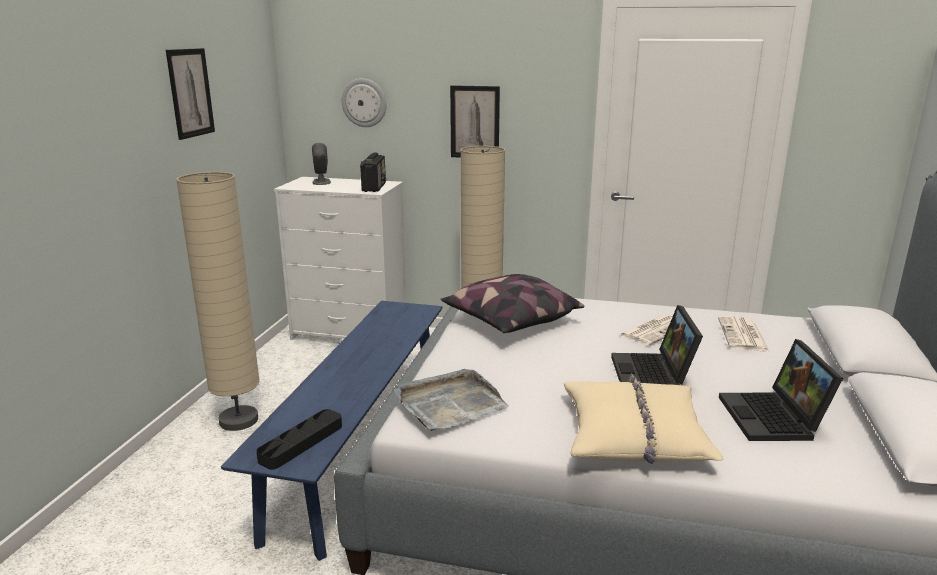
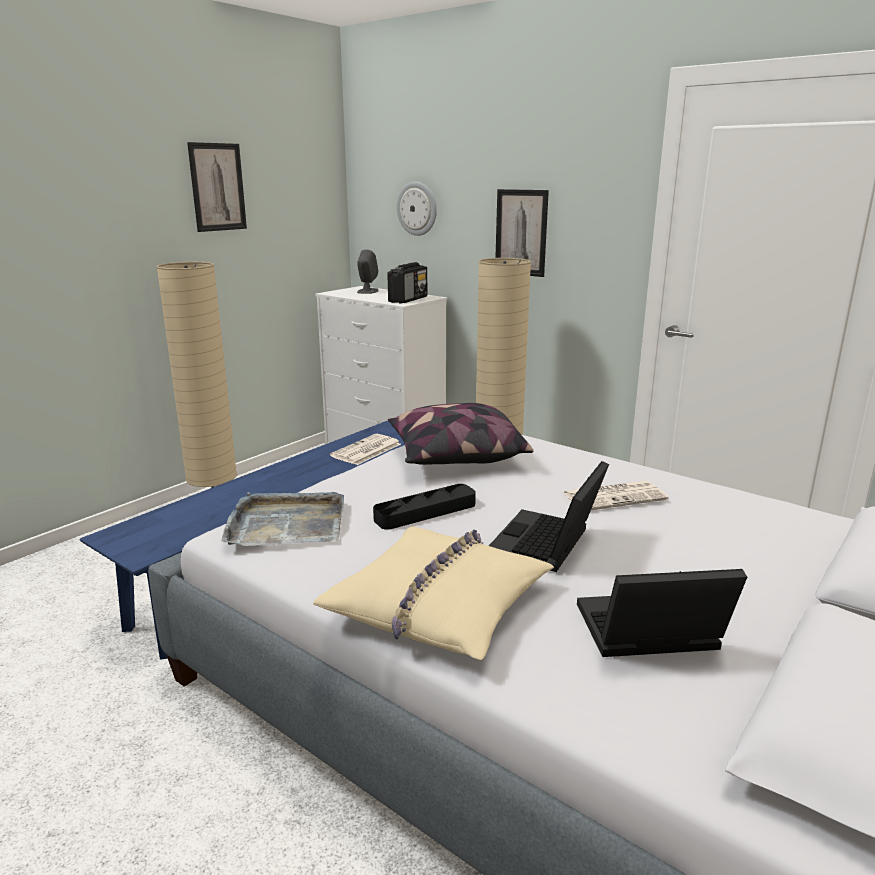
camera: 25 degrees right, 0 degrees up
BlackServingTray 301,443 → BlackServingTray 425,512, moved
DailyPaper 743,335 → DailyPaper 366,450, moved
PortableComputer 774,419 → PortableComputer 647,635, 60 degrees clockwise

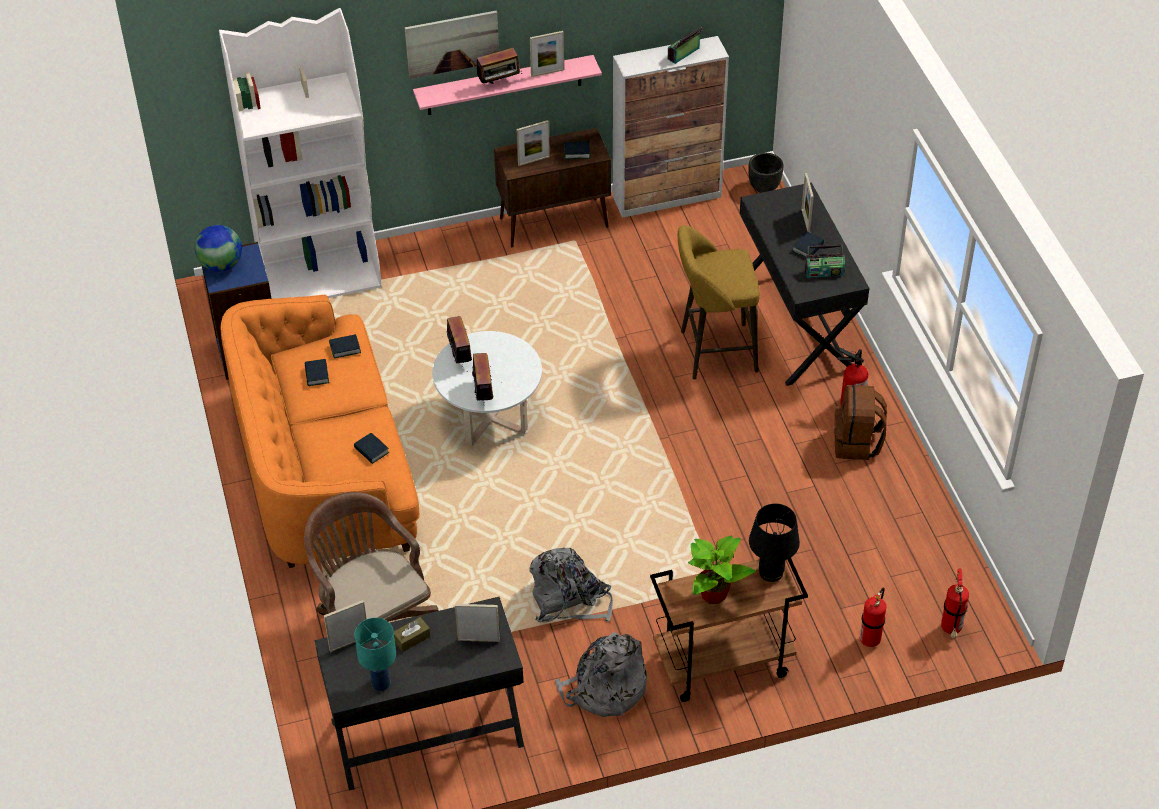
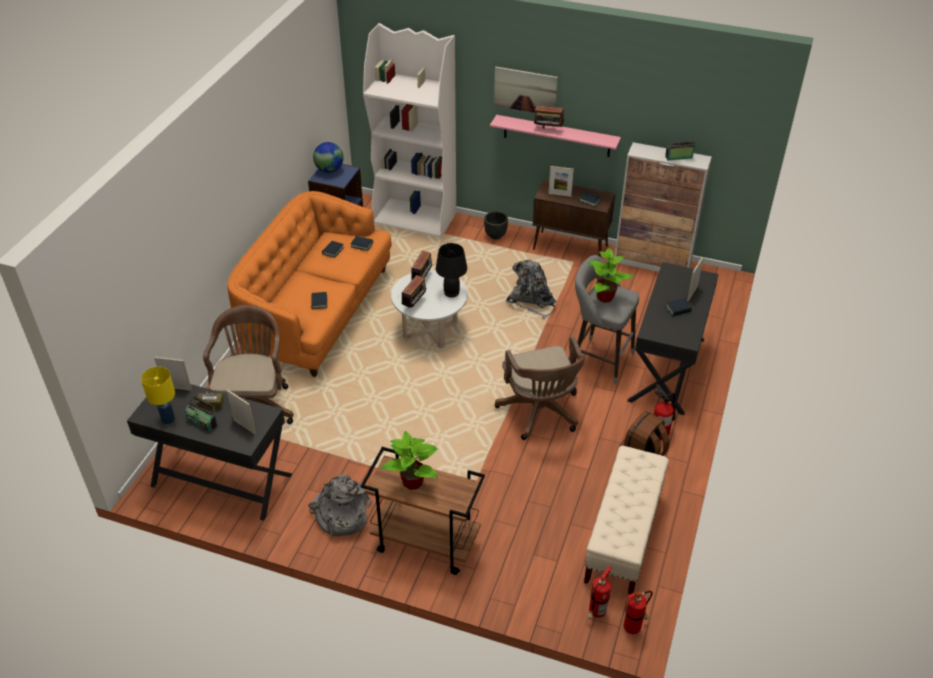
camera: 35 degrees right, 5 degrees down
StandingFrame 547,72 → -
- → BrownDeskChair 540,413
- → SandColouredLongSeat 623,538
- → PlantInAPot 605,297
GreyishKnapsack 569,600 → GreyishKnapsack 532,300, moved
BlackPlanter 763,187 → BlackPlanter 495,235, moved
BlackTableLamp 770,572 → BlackTableLamp 451,292, moved
RadioReceiver 824,272 → RadioReceiver 203,422, moved
FireExtinguisher 871,638 → FireExtinguisher 633,627, moved
BlueGreenTableLamp 380,683 → YellowColouredTableLamp 167,419
YellowColouredStoolSeat 713,352 → GreyishStoolSeat 598,359

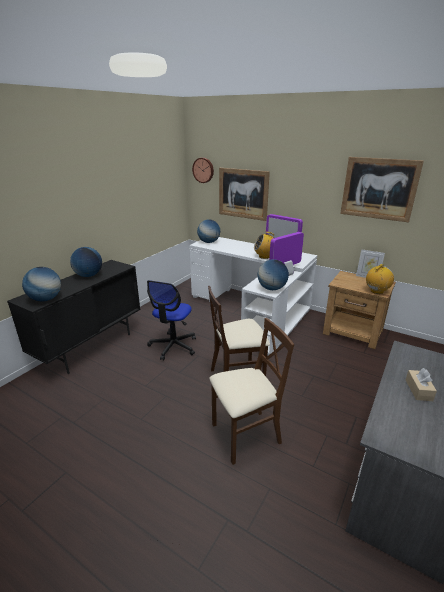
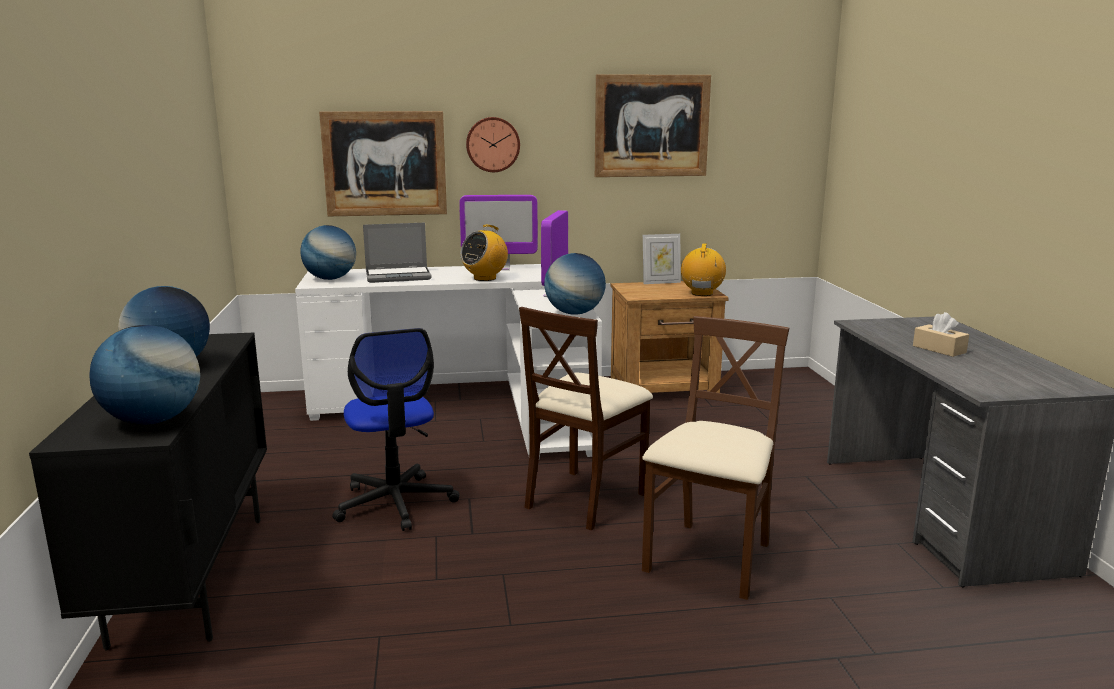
camera: 40 degrees left, 10 degrees down
- → PortableComputer 399,276
ClockOnTheWall 203,170 → ClockOnTheWall 492,144, moved

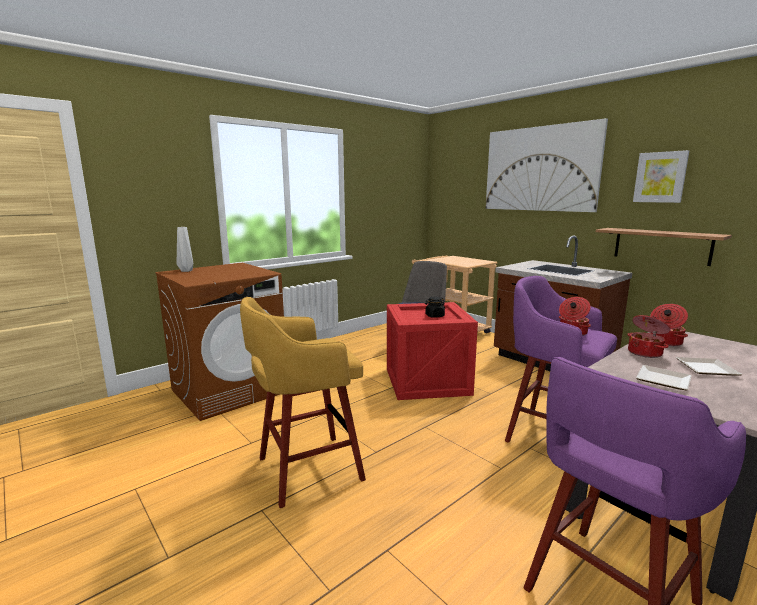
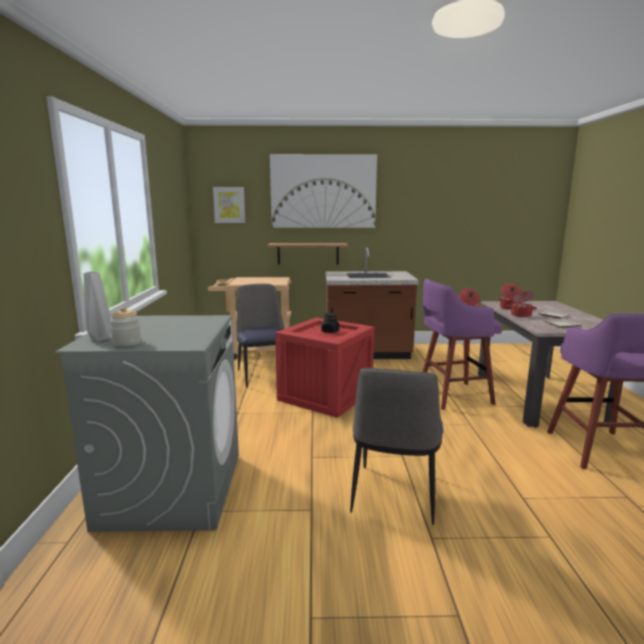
camera: 50 degrees left, 0 degrees up
- → StorageJar 127,343
BracketShelf 661,246 → BracketShelf 308,253, moved
WallPicture 660,177 → WallPicture 229,205, moved
YellowColouredStoolSeat 306,469 → Chair 393,495
BrownLaundryAppliance 230,390 → GreyishLaundryAppliance 172,489

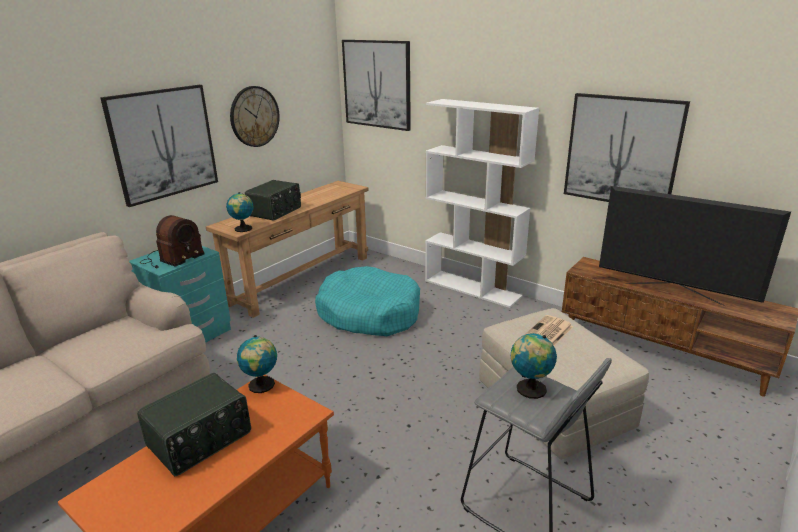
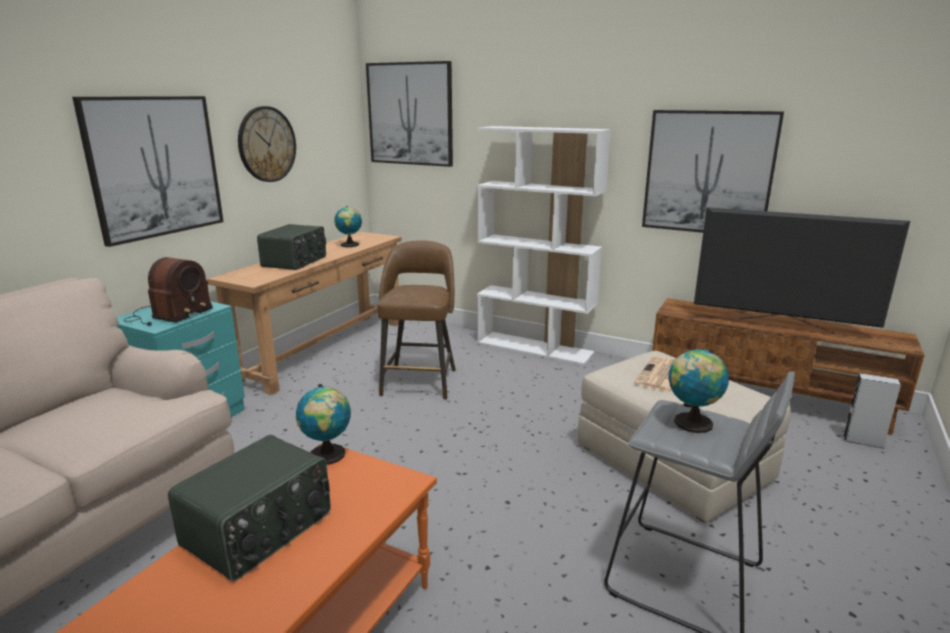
camera: 10 degrees left, 5 degrees down
- → GreyishAudioSpeaker 863,441
Globe 243,229 → Globe 350,245, moved
BlueGreenDogBed 369,313 → BrownStoolSeat 420,381

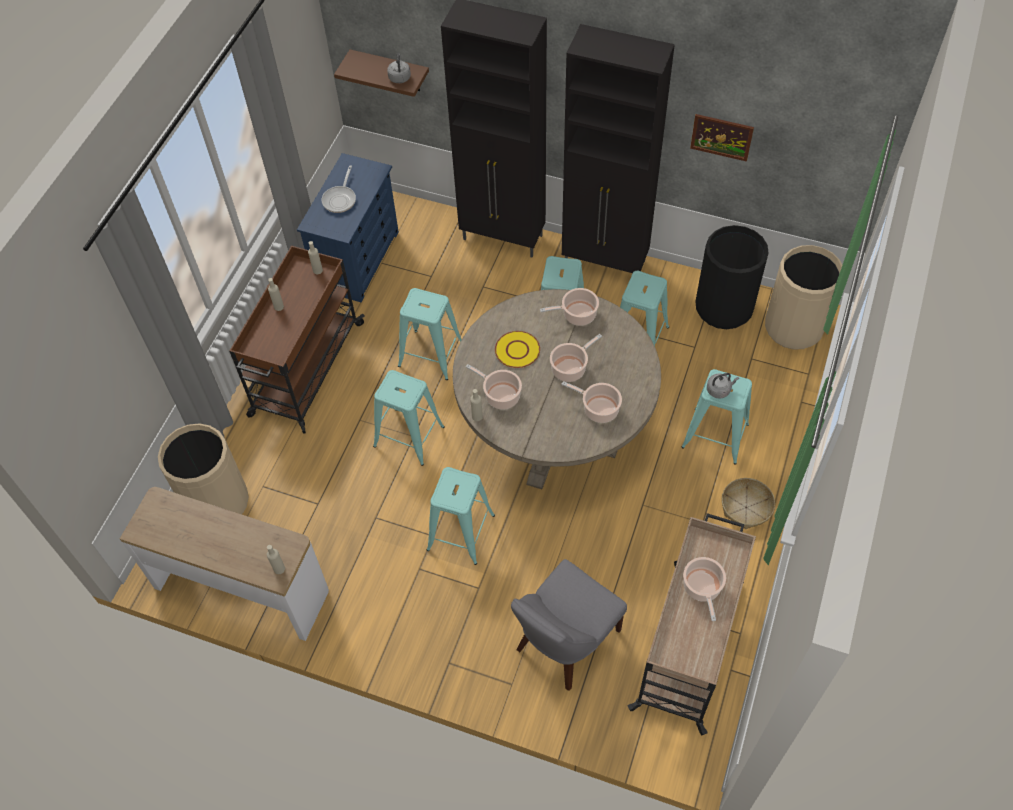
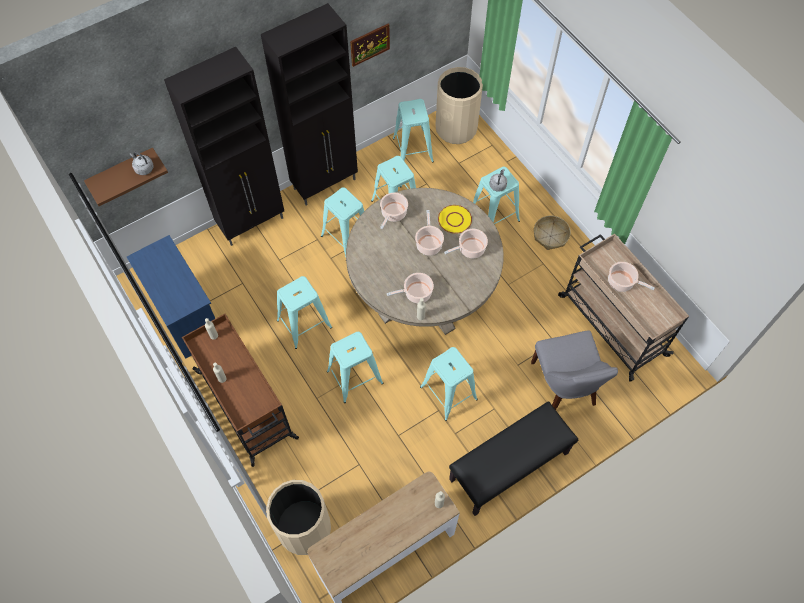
camera: 55 degrees left, 5 degrees up
Skillet 340,199 → -
- → BlackLongSeat 509,467
YellowColouredDinnerPlate 517,350 → YellowColouredDinnerPlate 454,219, moved
BlackRubbishBin 724,307 → BlueGreenStoolSeat 413,150

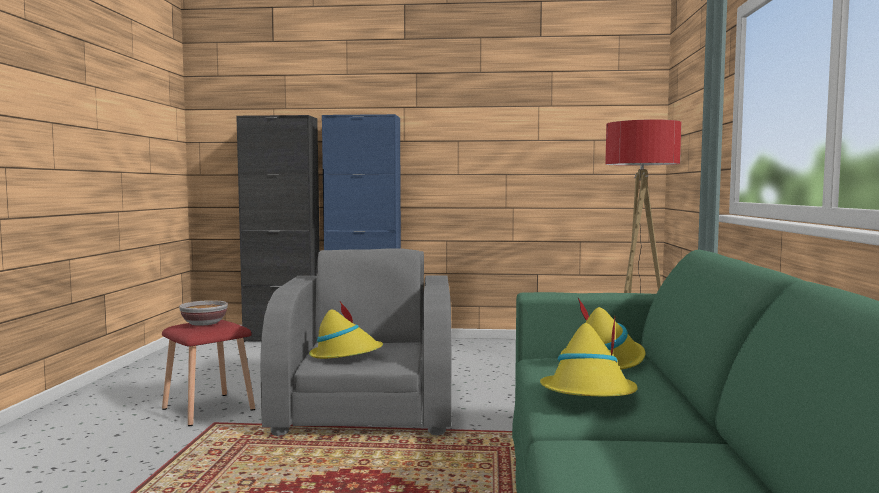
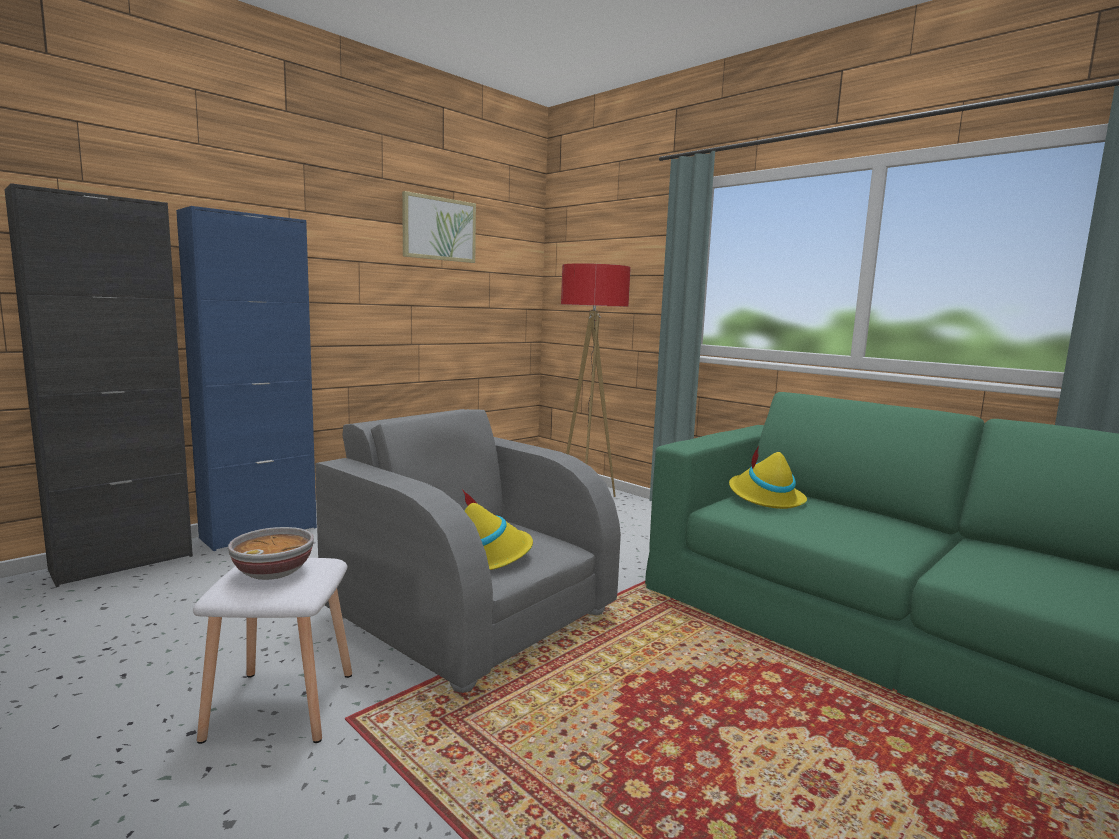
camera: 50 degrees left, 5 degrees up
YellowColouredHat 589,394 → -
- → WallPicture 439,229
ReddishStoolSeat 209,408 → WhiteColouredStoolSeat 281,704

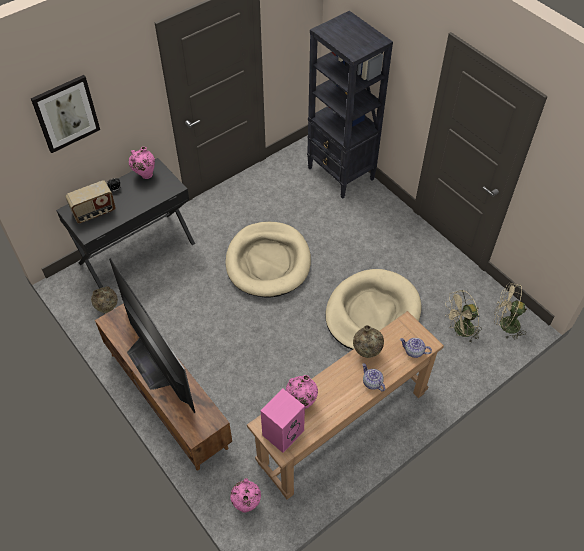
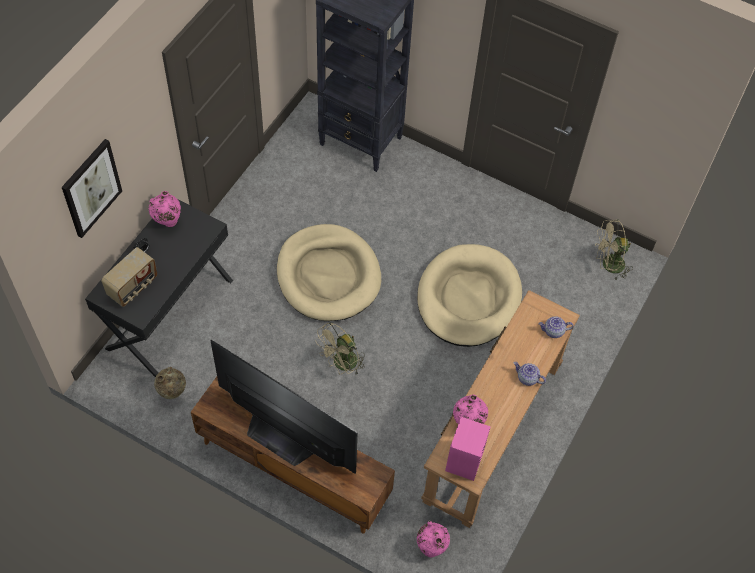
camera: 25 degrees left, 5 degrees up
SandColouredDecorativeVase 366,354 → -
SandColouredElectricFan 460,331 → SandColouredElectricFan 342,364, moved

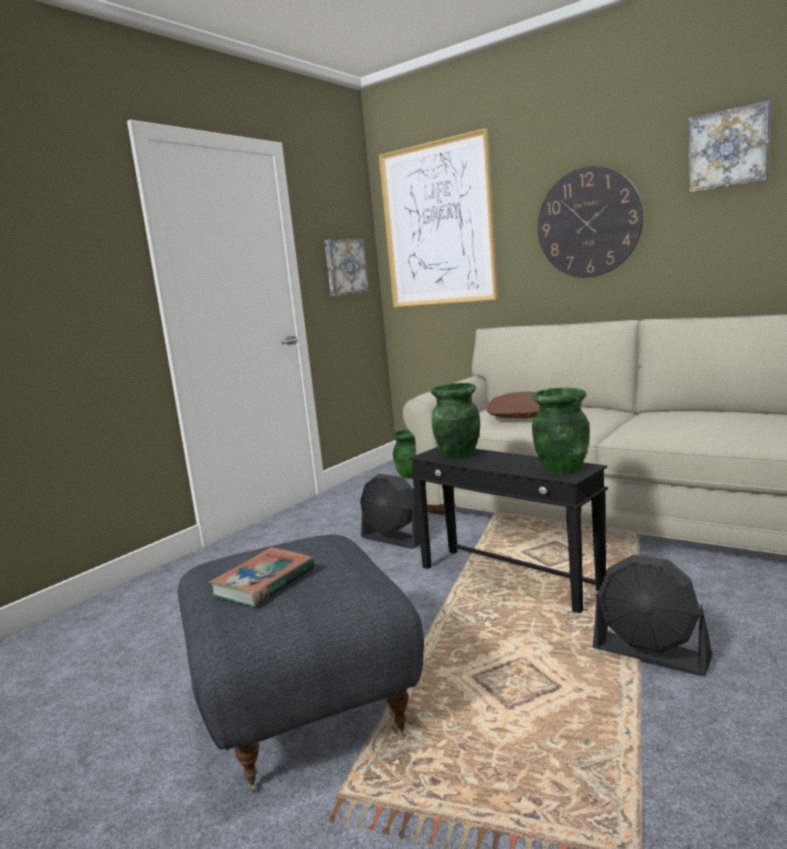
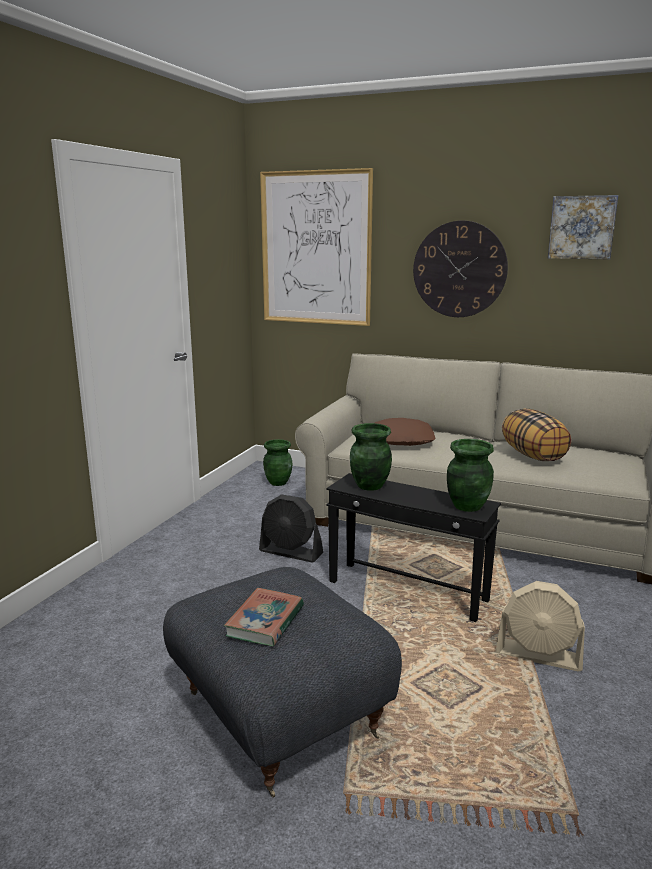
camera: 15 degrees left, 5 degrees up
WallPicture 345,267 → -
- → Cushion 533,455
BlackElectricFan 651,654 → SandColouredElectricFan 539,655

